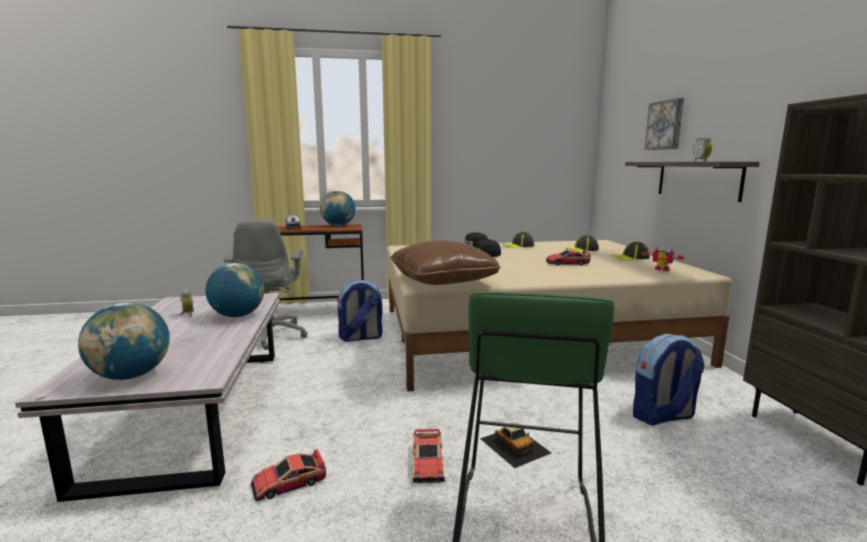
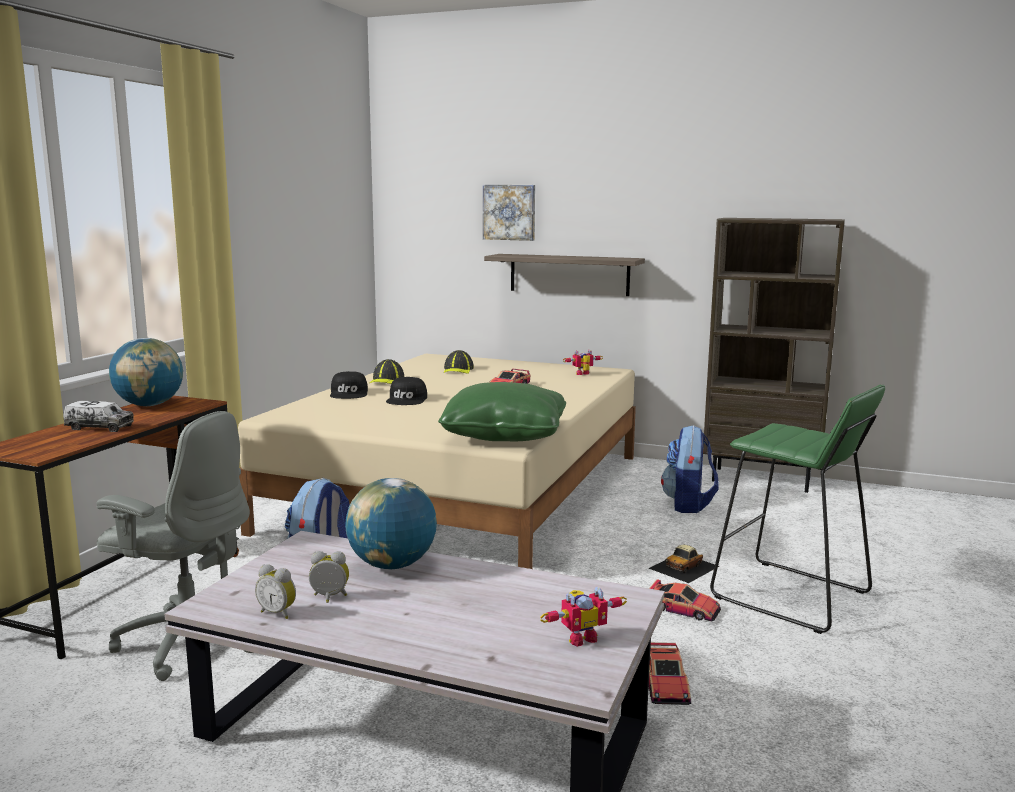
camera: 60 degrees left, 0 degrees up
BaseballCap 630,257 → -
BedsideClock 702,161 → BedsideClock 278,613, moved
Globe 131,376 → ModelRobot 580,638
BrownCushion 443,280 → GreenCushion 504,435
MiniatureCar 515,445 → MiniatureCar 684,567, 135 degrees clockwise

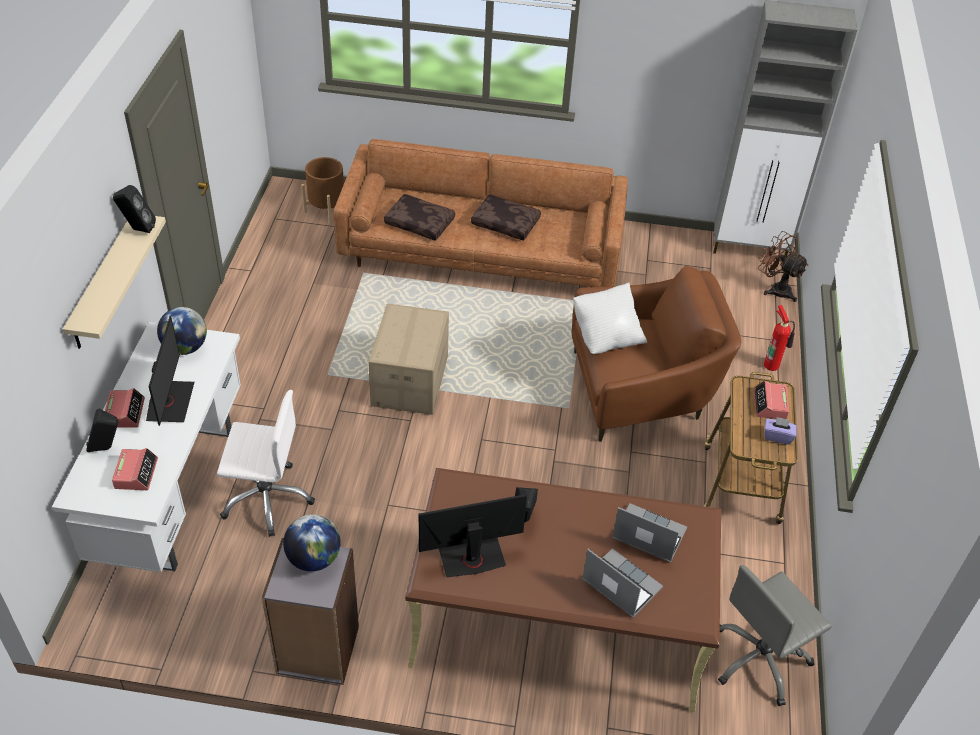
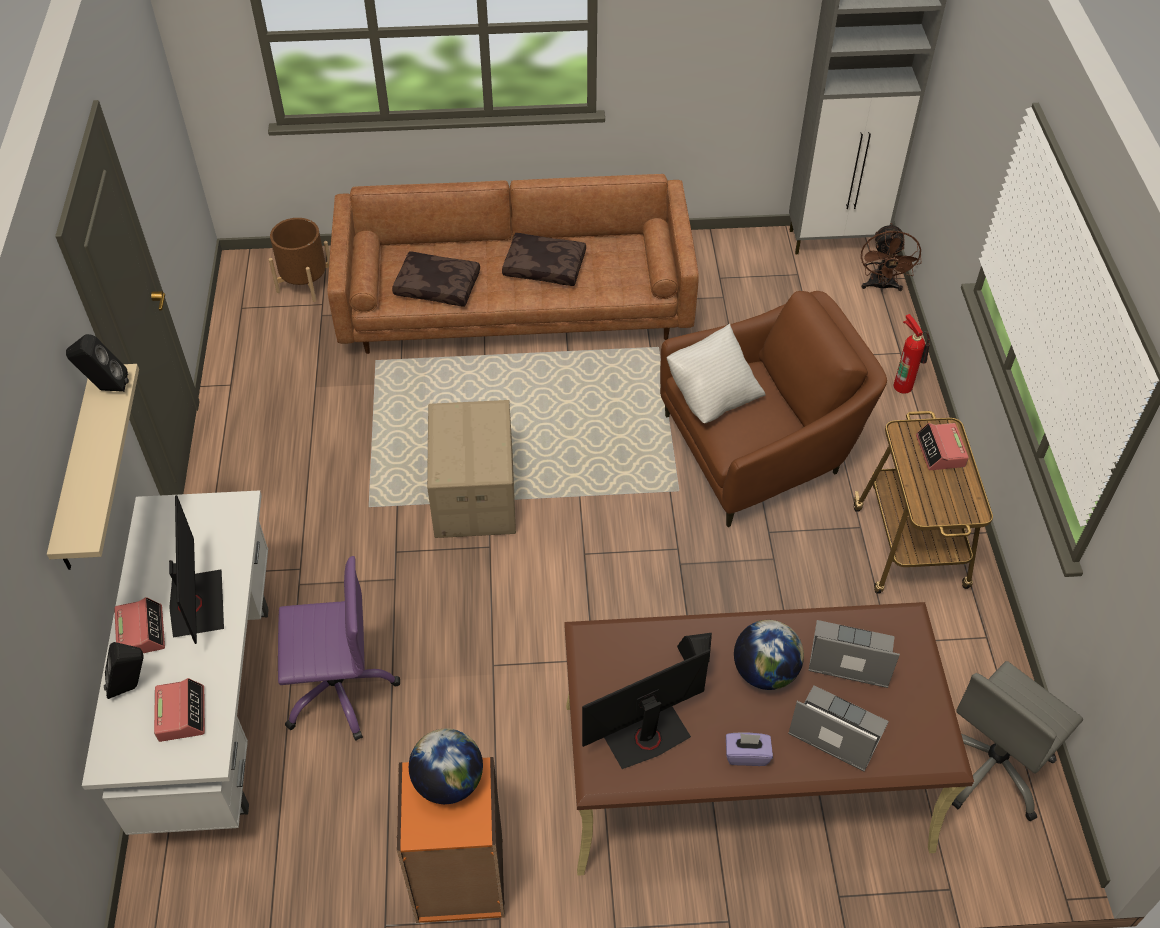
camera: 10 degrees left, 5 degrees up
Globe 185,347 → Globe 764,672, moved
PurpleColouredTissueHolder 777,436 → PurpleColouredTissueHolder 746,755, moved
WhiteColouredDeskChair 267,498 → PurpleColouredDeskChair 338,689
GreyishShelvingUnit 317,651 → OrangeShelvingUnit 459,879
BrownElectricFan 776,288 → BrownElectricFan 881,286, 120 degrees counterclockwise

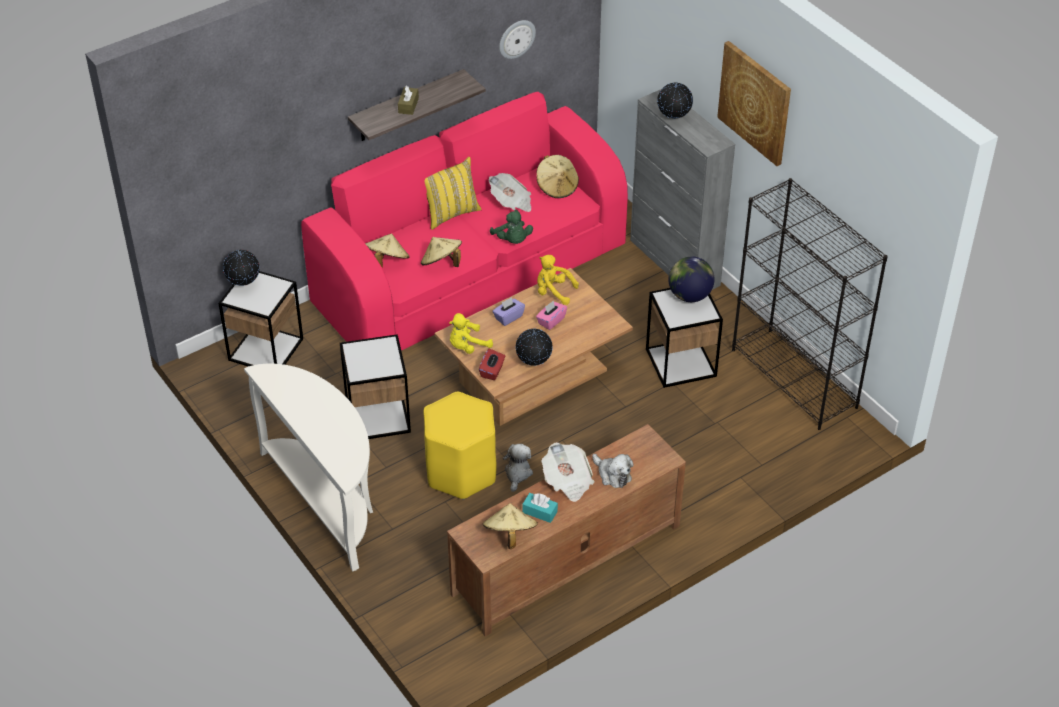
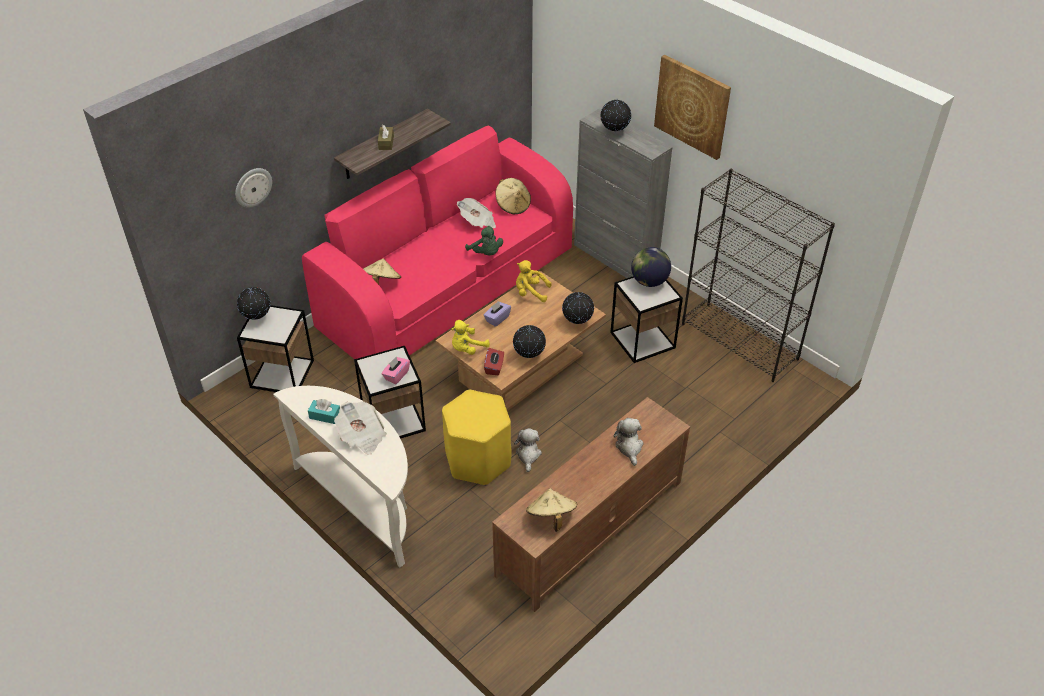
camera: 10 degrees left, 0 degrees up
SandColouredHat 441,263 → -
YellowColouredCushion 451,213 → -
- → Globe 577,322
ClockOnTheWall 516,38 → ClockOnTheWall 252,187, moved
BlueGreenTissueHolder 540,512 → BlueGreenTissueHolder 325,416, moved
PinkishTissueHolder 551,321 → PinkishTissueHolder 396,375, moved
DailyPaper 567,481 → DailyPaper 362,436, moved
SoftToy 612,475 → SoftToy 629,447, 135 degrees counterclockwise

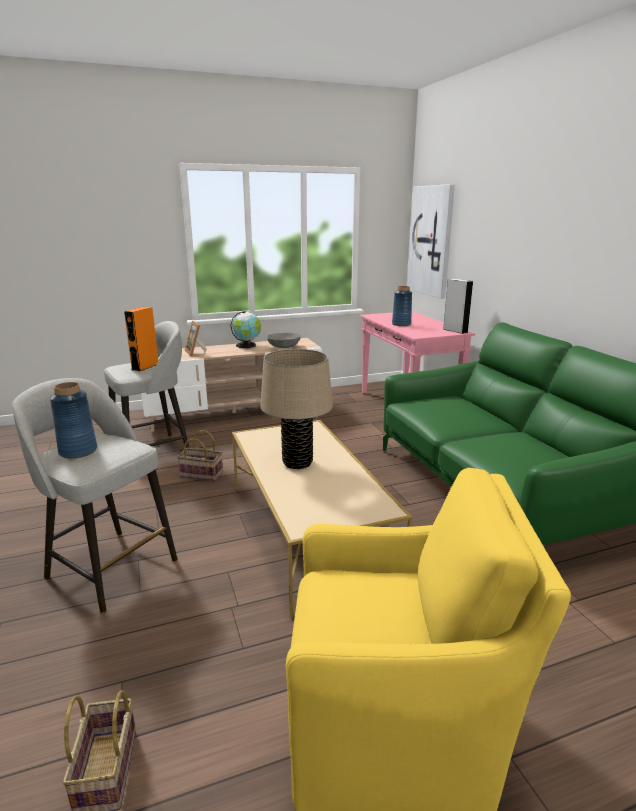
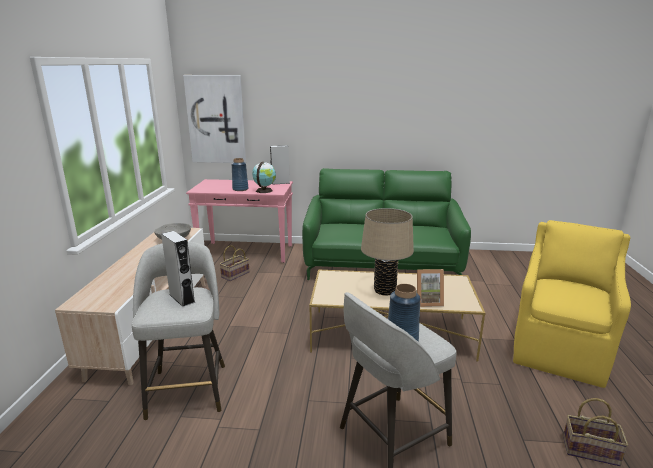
camera: 65 degrees left, 0 degrees up
Basket 200,474 → Basket 235,275, moved
StandingFrame 196,352 → StandingFrame 427,301, moved
Globe 247,345 → Globe 264,190, moved
OrangeAudioSpeaker 145,367 → GreyishAudioSpeaker 182,298

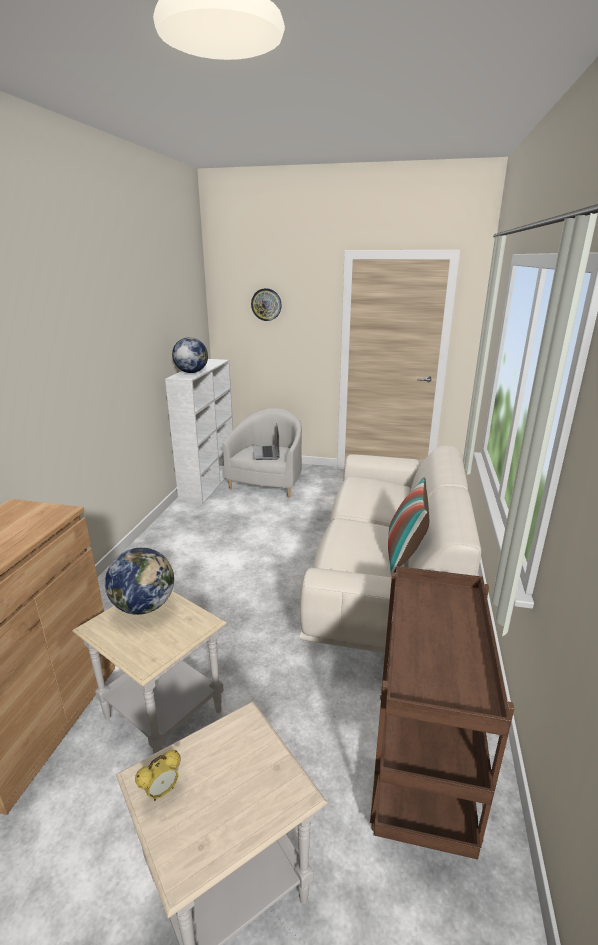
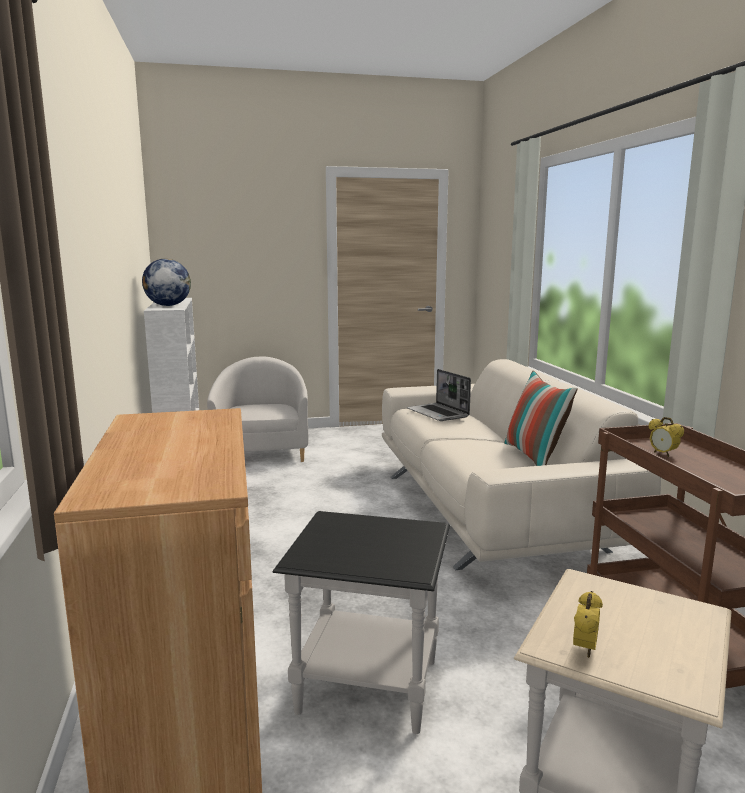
camera: 25 degrees left, 10 degrees down
Globe 144,606 → -
ClockOnTheWall 266,304 → -
- → BedsideClock 663,454
PortableComputer 266,453 → PortableComputer 438,413, moved
SandColouredSideTable 162,713 → BlackSideTable 366,686

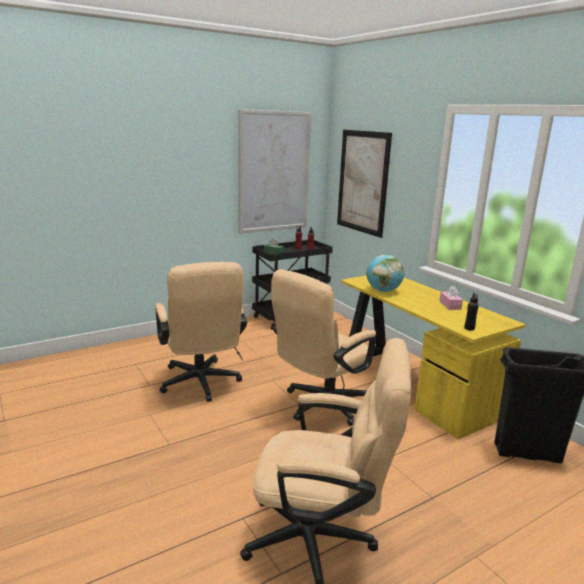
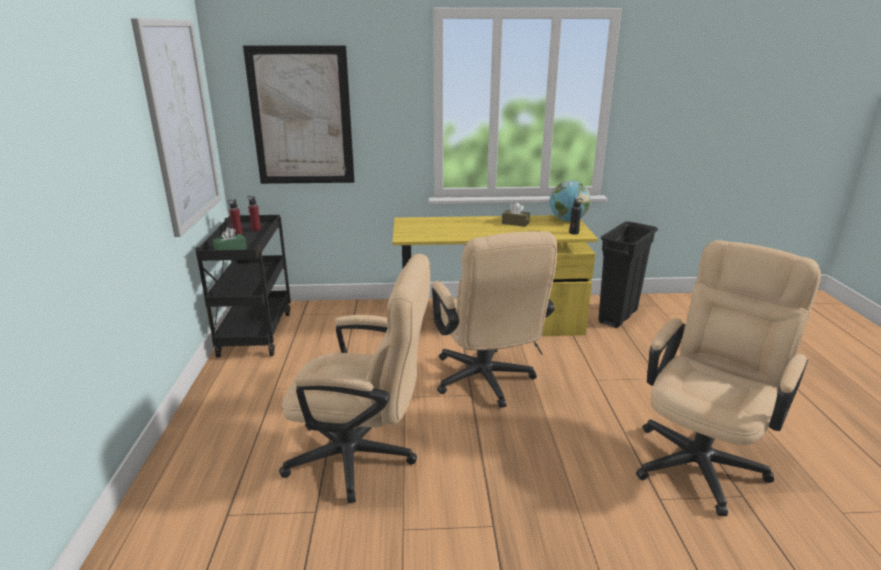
camera: 60 degrees left, 5 degrees up
Globe 383,291 → Globe 567,220, moved
PinkishTissueHolder 450,305 → BrownTissueHolder 515,223

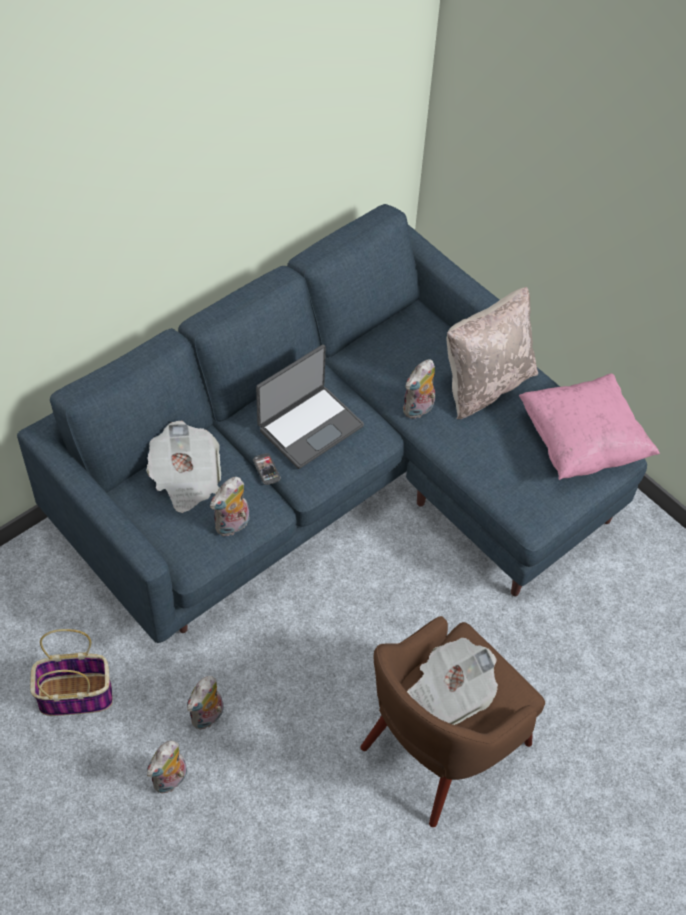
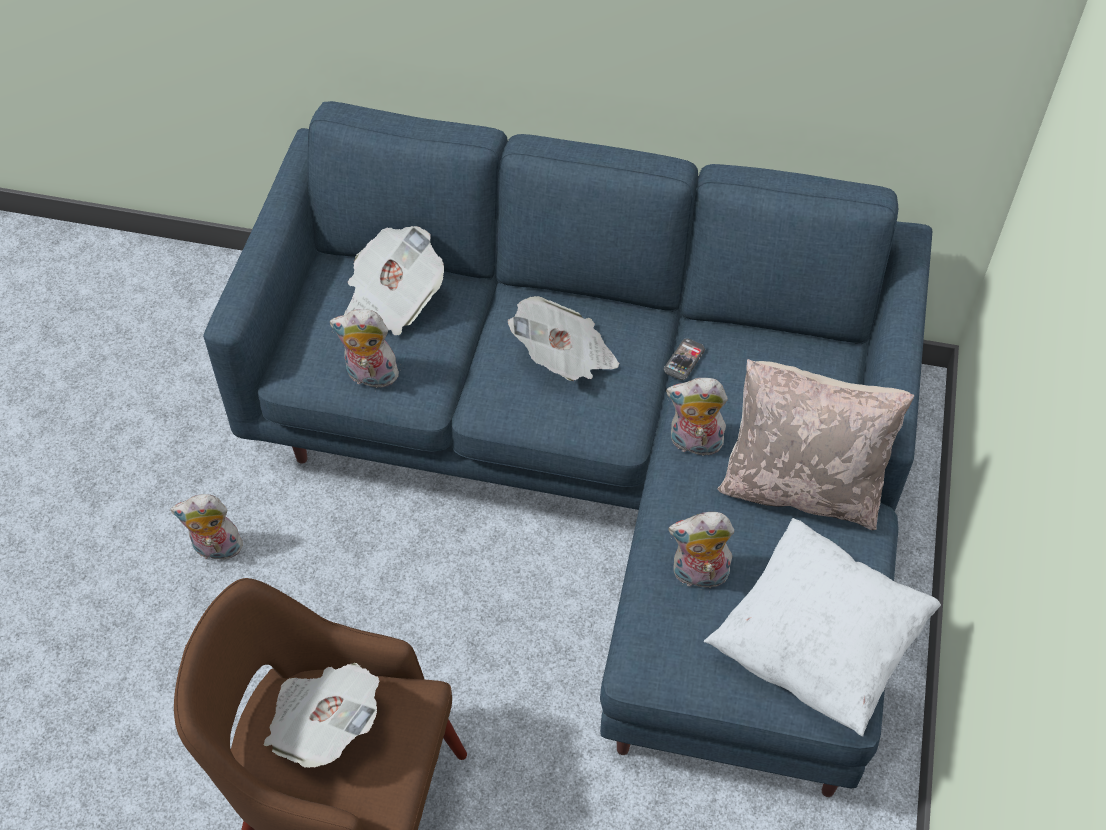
camera: 55 degrees right, 0 degrees up
Basket 76,695 → -
SoftToy 171,780 → SoftToy 698,576, moved
Phone 266,470 → Phone 684,360, moved
PortableComputer 309,426 → DailyPaper 564,358
PinkishCushion 581,443 → WhiteColouredCushion 816,645

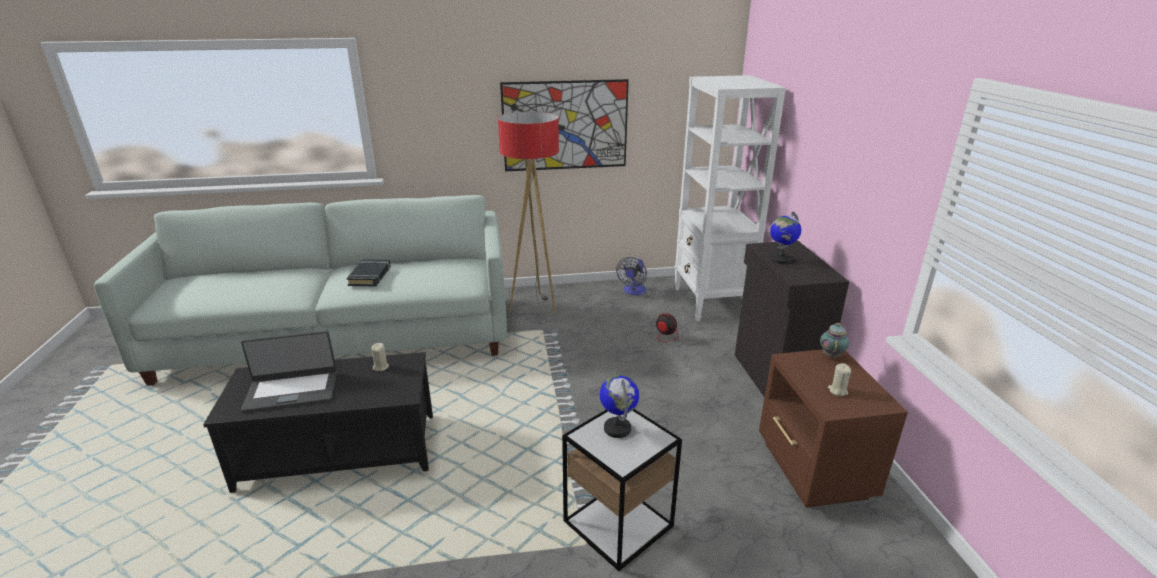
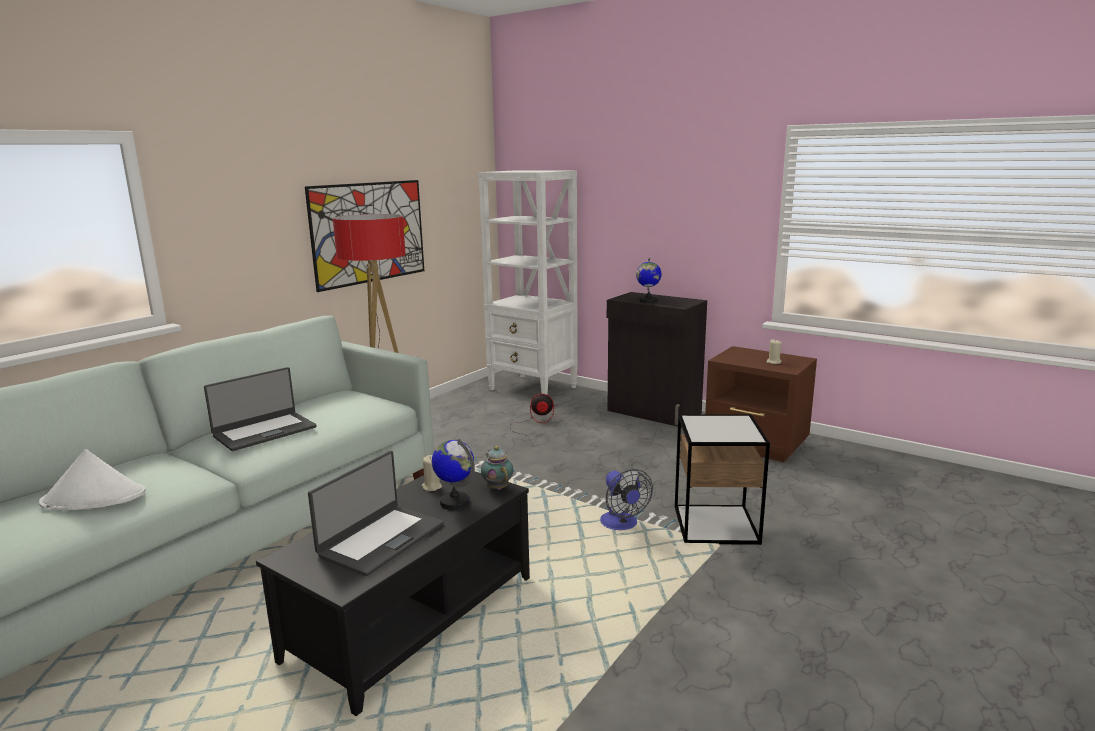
camera: 45 degrees left, 10 degrees down
- → WhiteColouredHat 94,498
Globe 617,428 → Globe 454,502, moved
ElectricFan 633,291 → ElectricFan 622,525, moved
PotForTea 831,355 → PotForTea 497,487, moved
BlackBook 370,276 → PortableComputer 264,431

